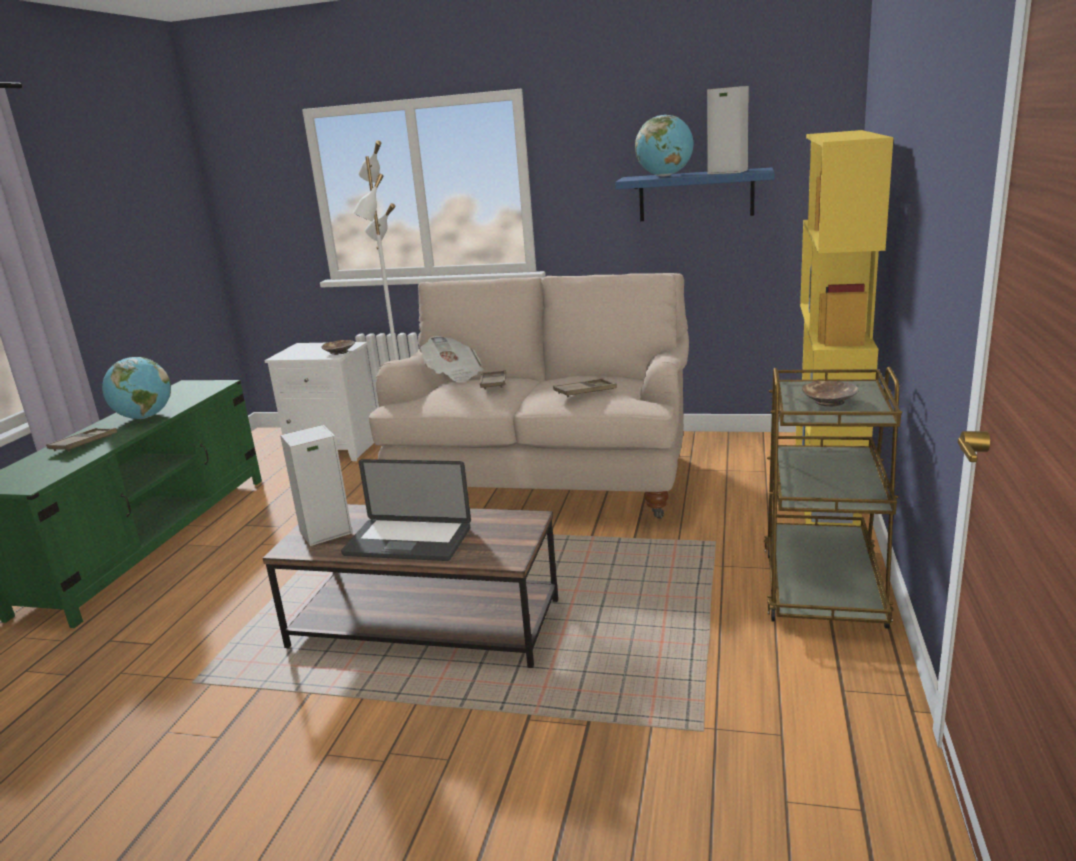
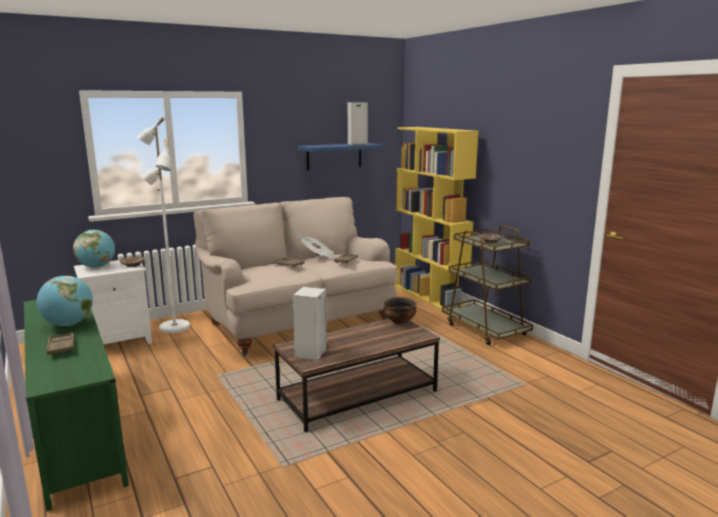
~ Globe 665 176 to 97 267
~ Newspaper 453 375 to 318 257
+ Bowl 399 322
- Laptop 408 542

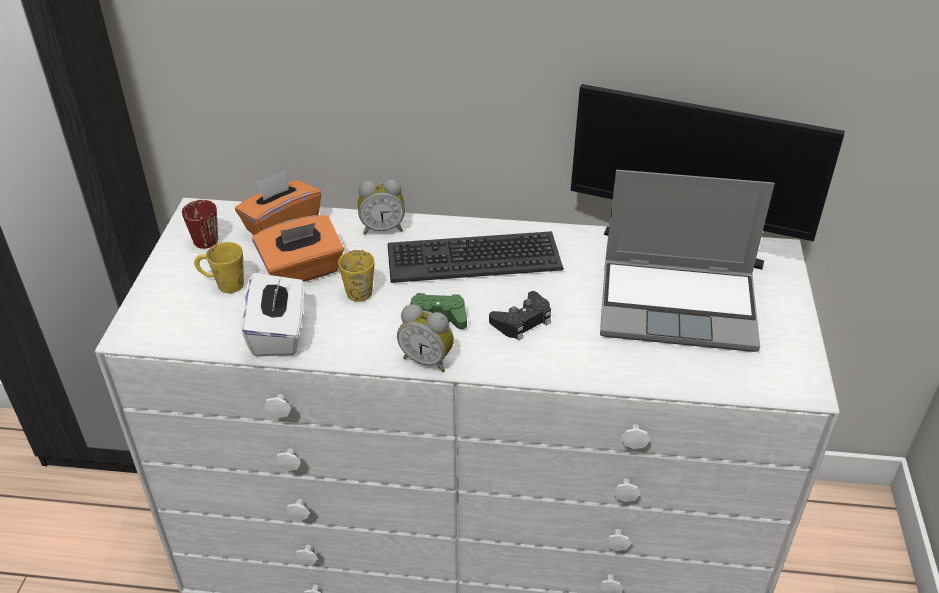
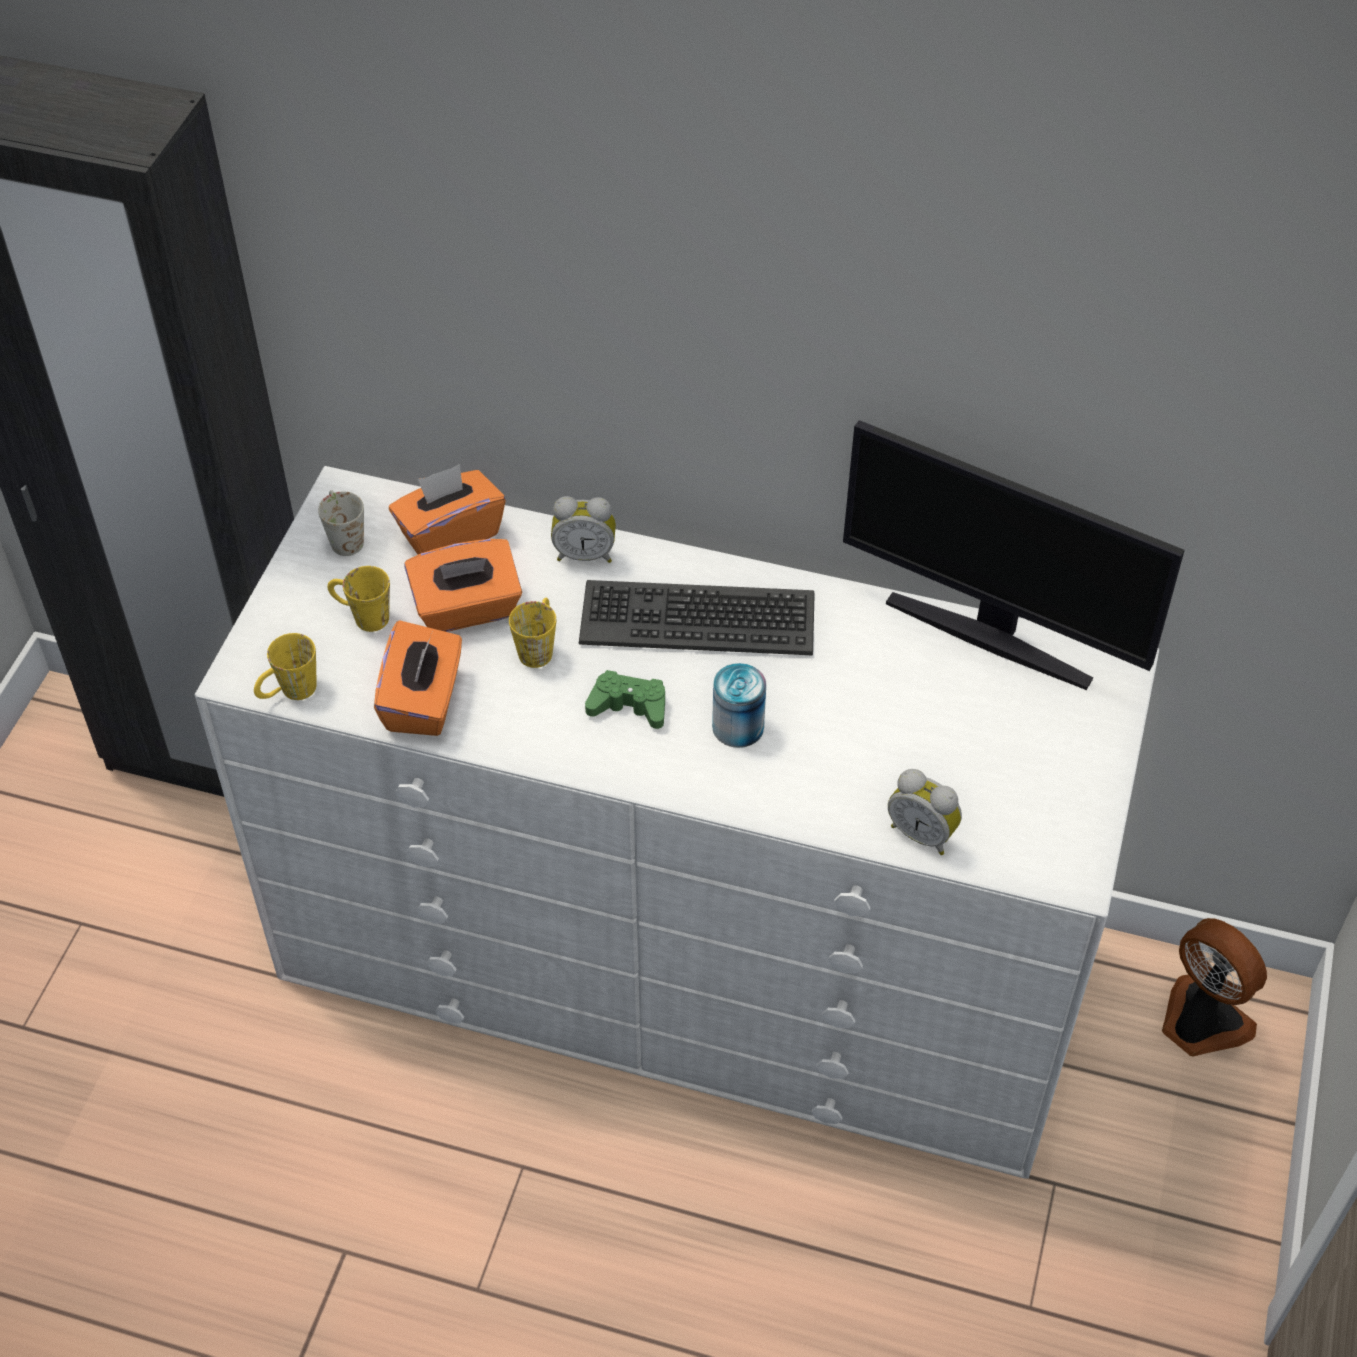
+ YellowMug 289 693
~ RedMug 202 237 to WhiteMug 343 537
~ WhiteTissueBox 279 333 to OrangeTissueBox 423 701
~ BlackGameController 522 321 to Can 738 727
~ AlarmClock 427 360 to 922 833
+ Fan 1200 1022
- Laptop 679 305

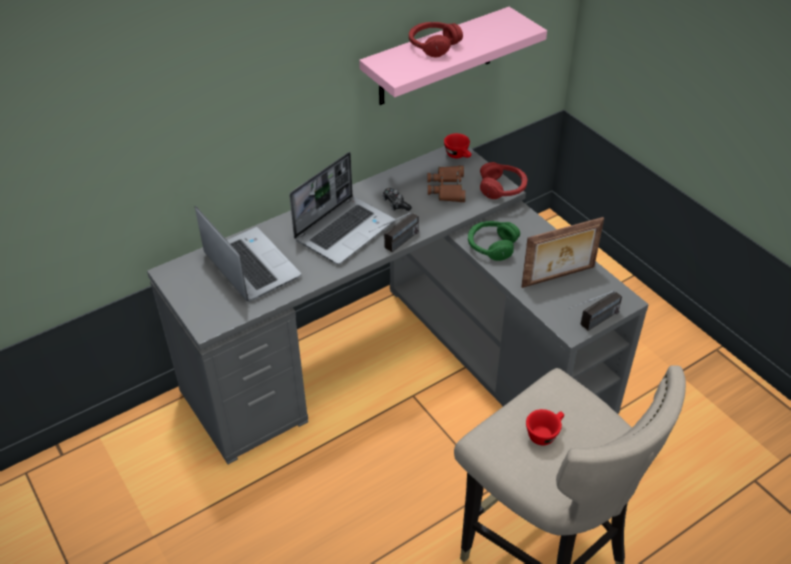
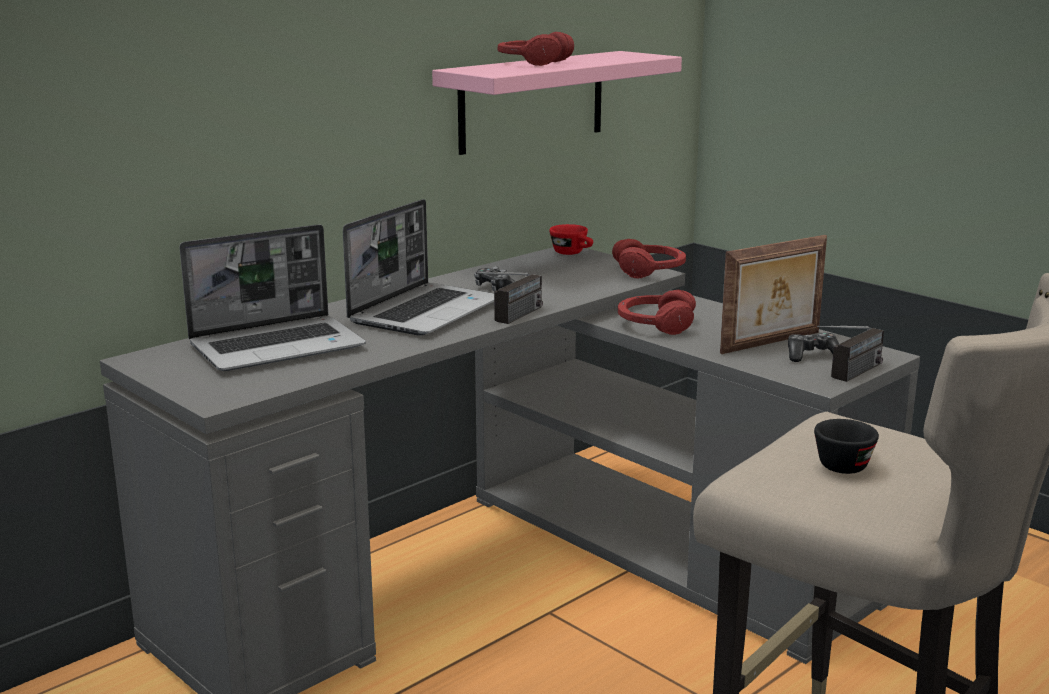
~ Laptop 250 266 = 278 346 105 degrees clockwise
~ GreenHeadphones 491 246 to RedHeadphones 655 325
+ GameController 812 356
~ RedCup 544 433 to BlackCup 846 463
- BrownBinoculars 448 188

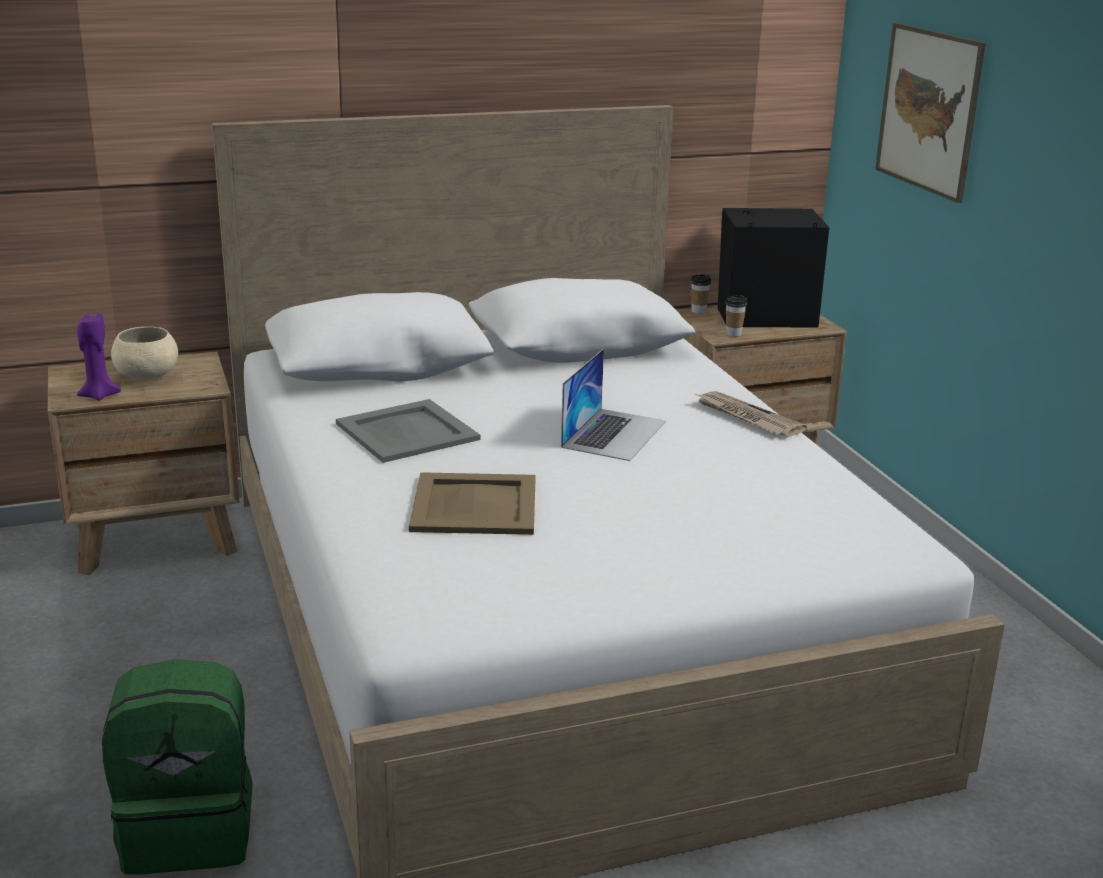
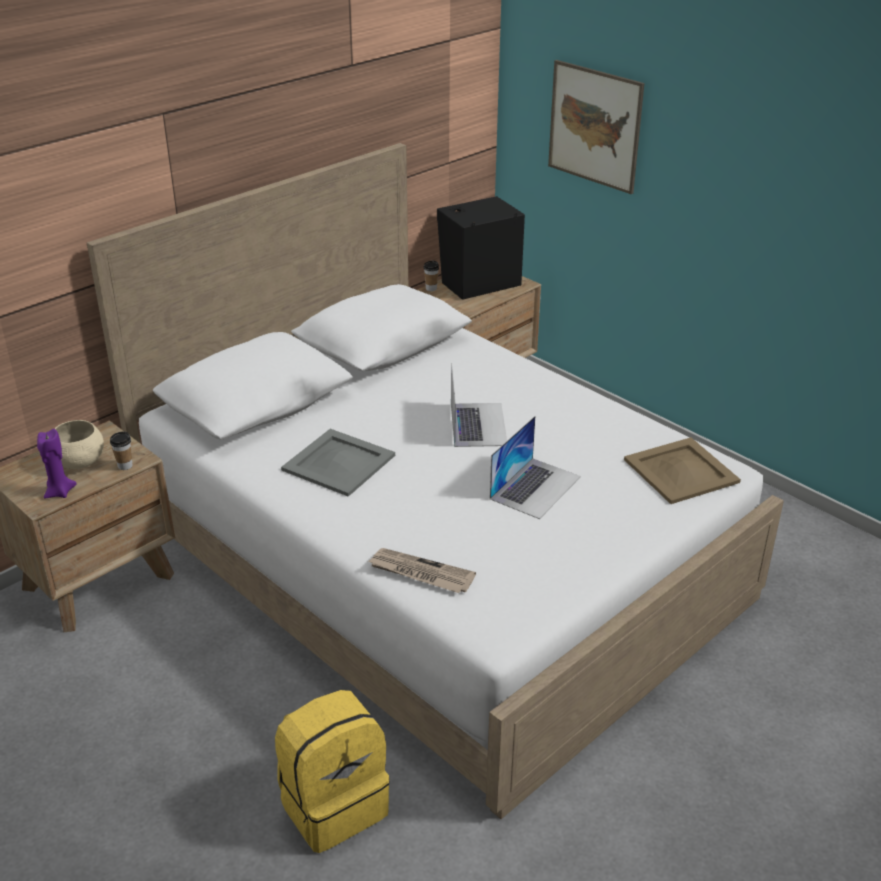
~ Cup 733 334 to 125 466
~ GreenBackpack 190 830 to YellowBackpack 333 804
~ Newspaper 747 417 to 420 573
+ Laptop 535 487
~ BeigeTray 476 504 to 681 470

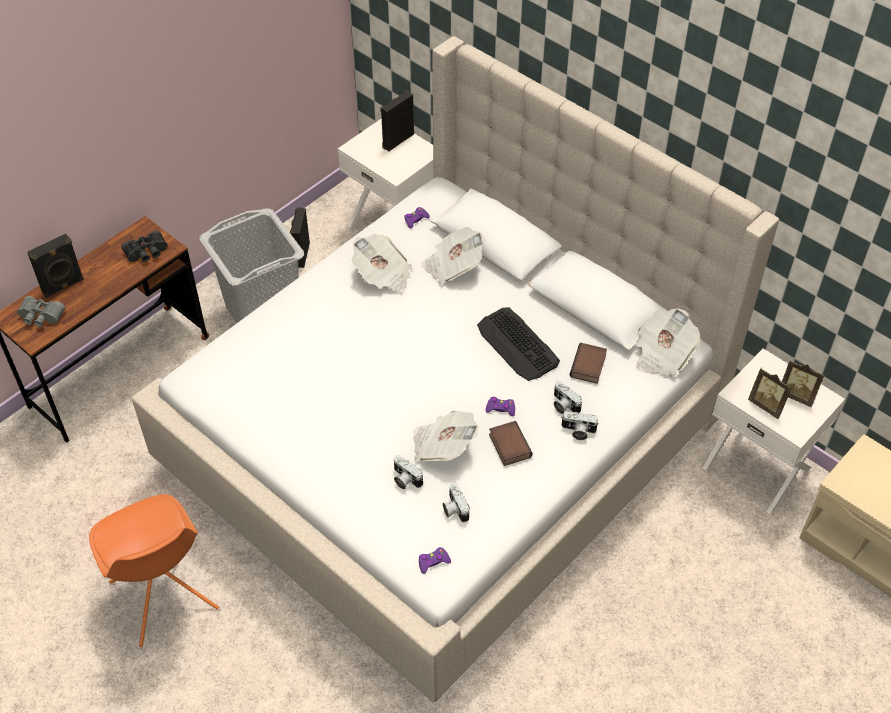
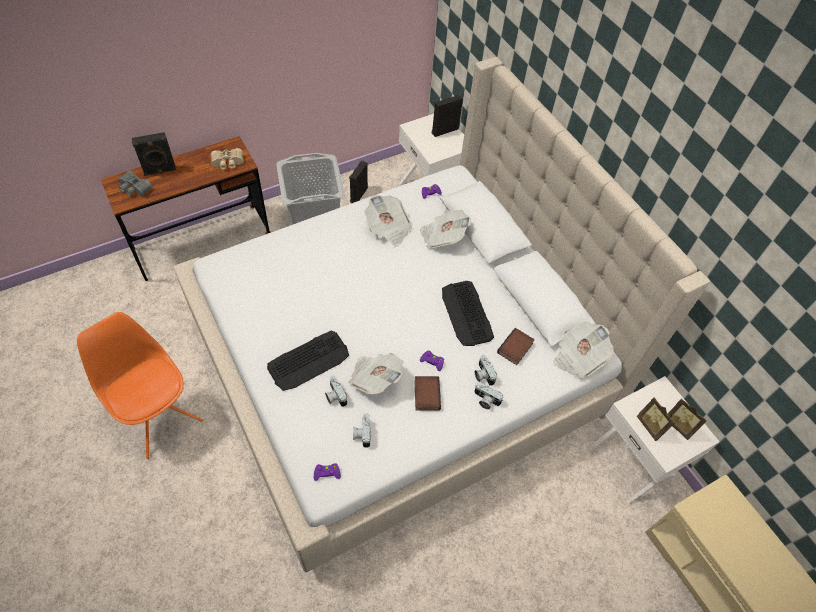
~ OrangeChair 164 597 = 159 416 150 degrees clockwise
~ BlackBinoculars 147 253 to BeigeBinoculars 228 163
+ Keyboard 309 360

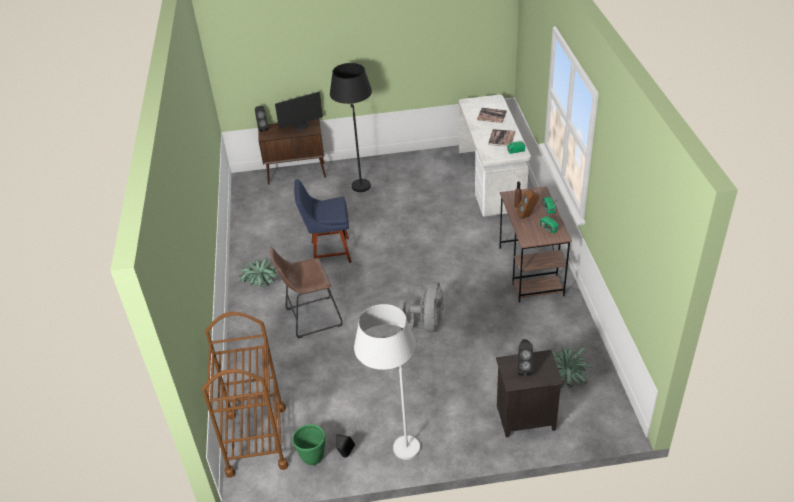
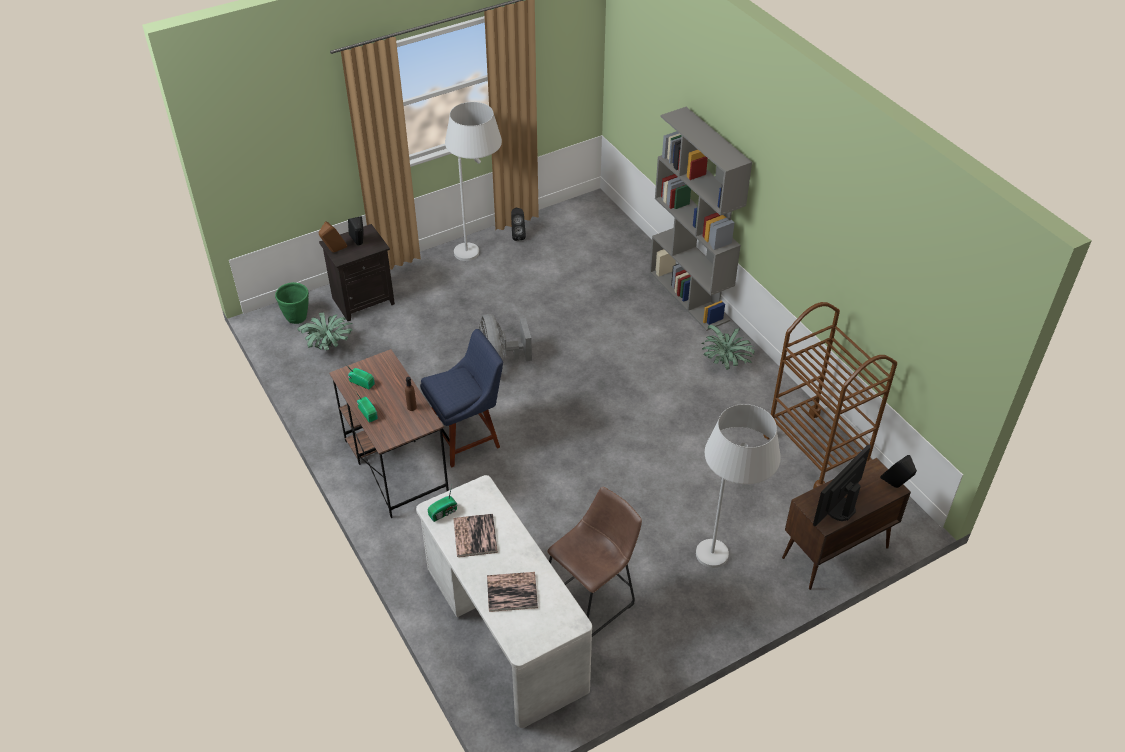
~ GreenPlanter 312 457 to 297 318
~ BrownSpeaker 527 216 to 334 251
~ BlueChair 328 252 to 467 437
~ BrownStool 310 318 to 592 600
+ GreyBookcase 689 296
~ BlackFloorLamp 359 180 to WhiteFloorLamp 723 567
~ BrownCart 256 440 to 816 450

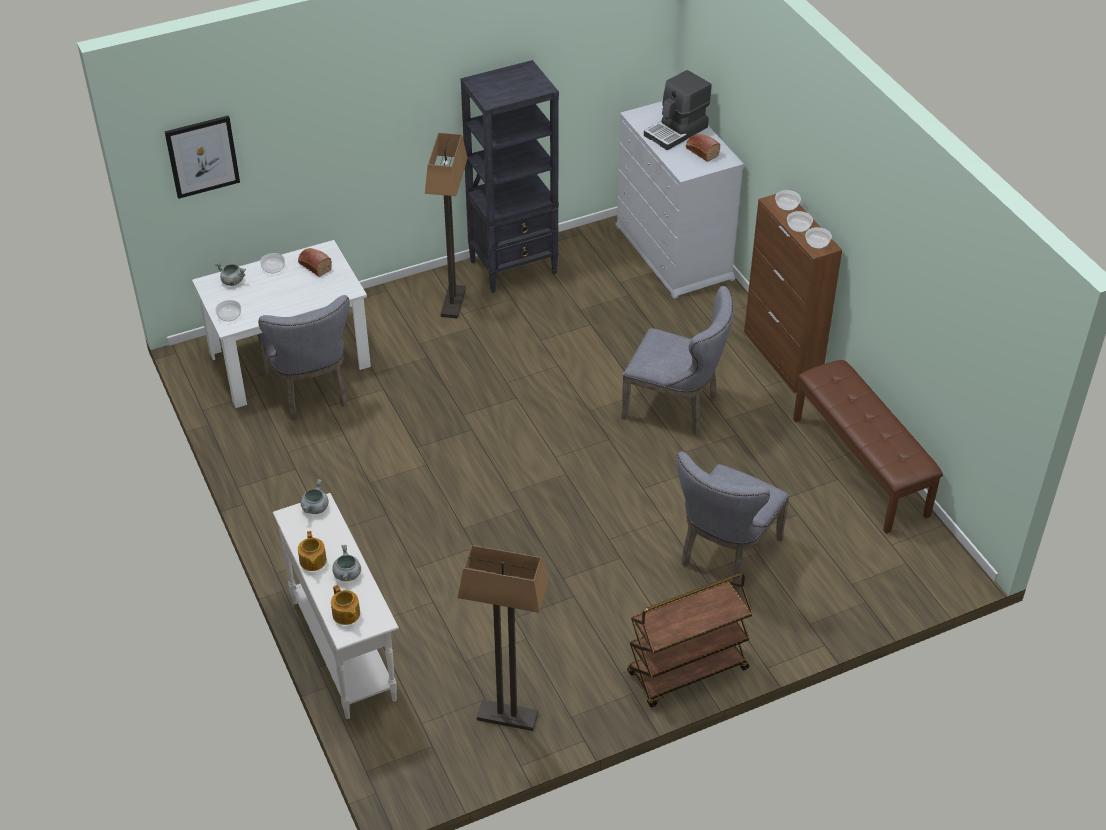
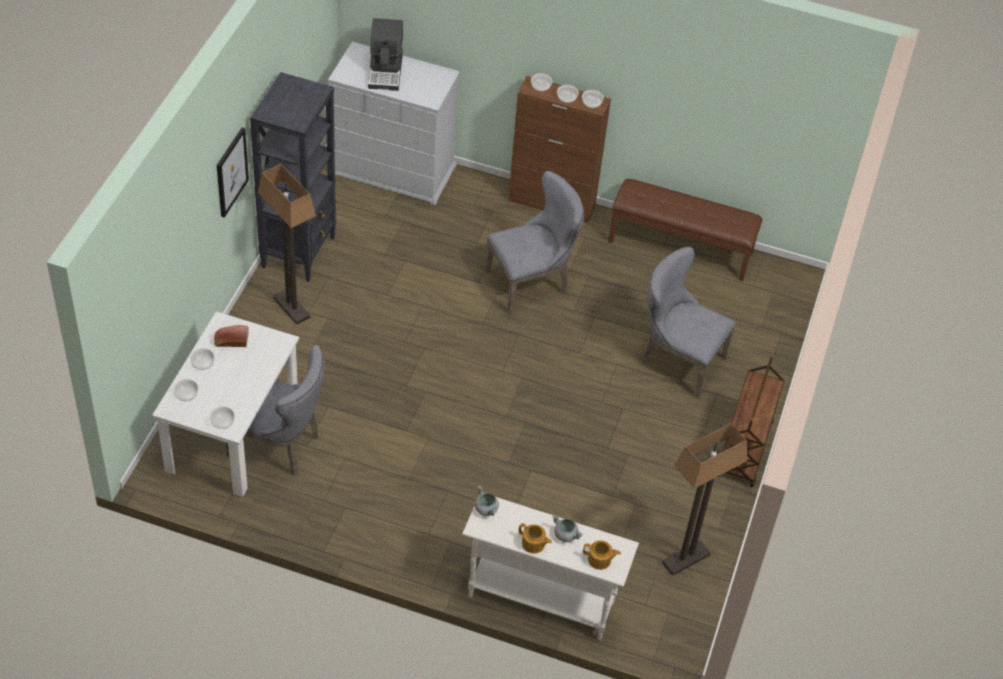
~ GreyCookingPot 232 281 to Bowl 186 395
~ Picture 202 156 to 231 172
~ GreyChair 725 555 = 677 360 135 degrees clockwise
- Bread 701 152

